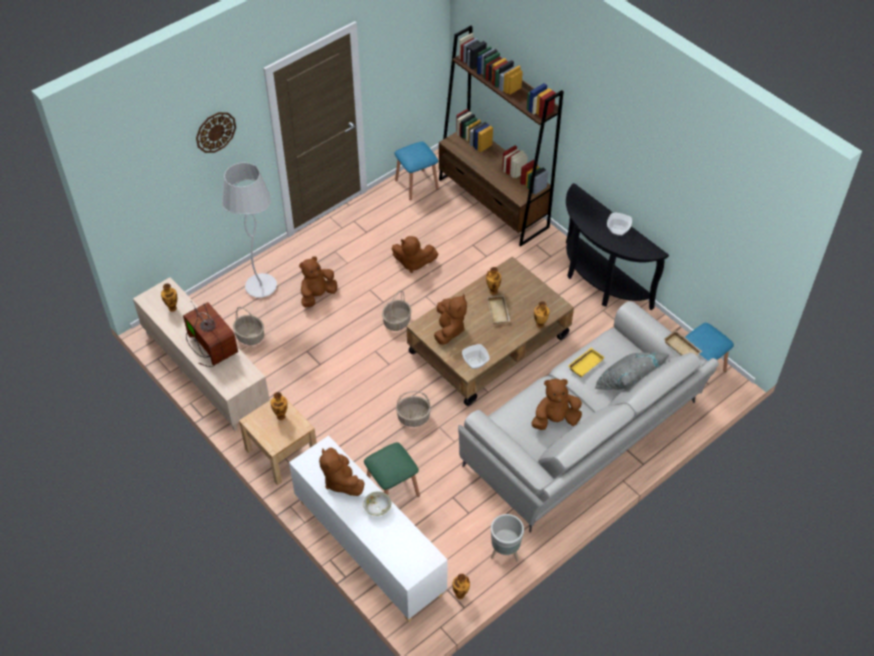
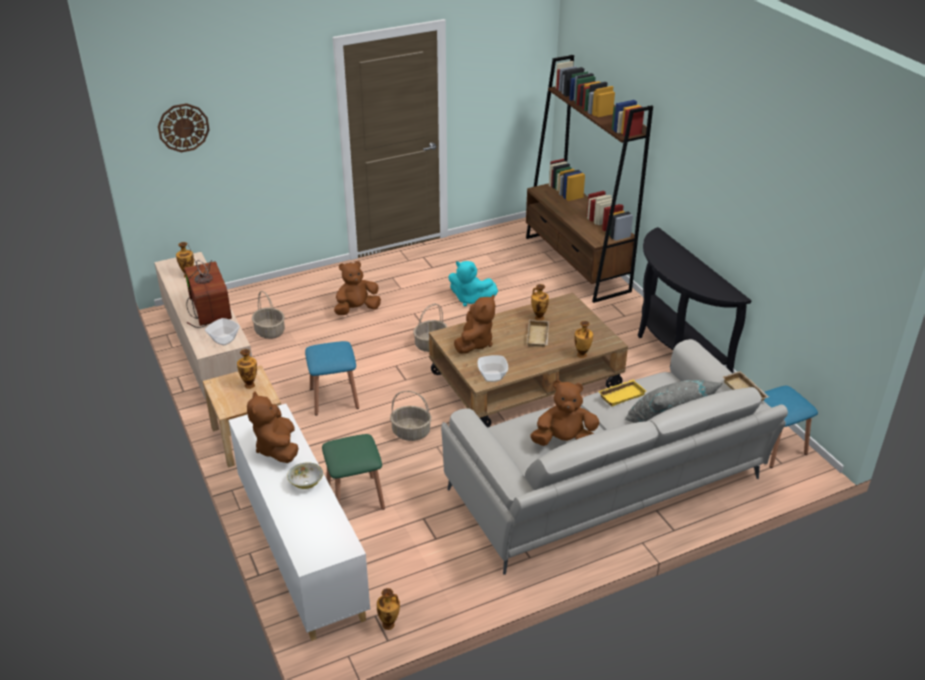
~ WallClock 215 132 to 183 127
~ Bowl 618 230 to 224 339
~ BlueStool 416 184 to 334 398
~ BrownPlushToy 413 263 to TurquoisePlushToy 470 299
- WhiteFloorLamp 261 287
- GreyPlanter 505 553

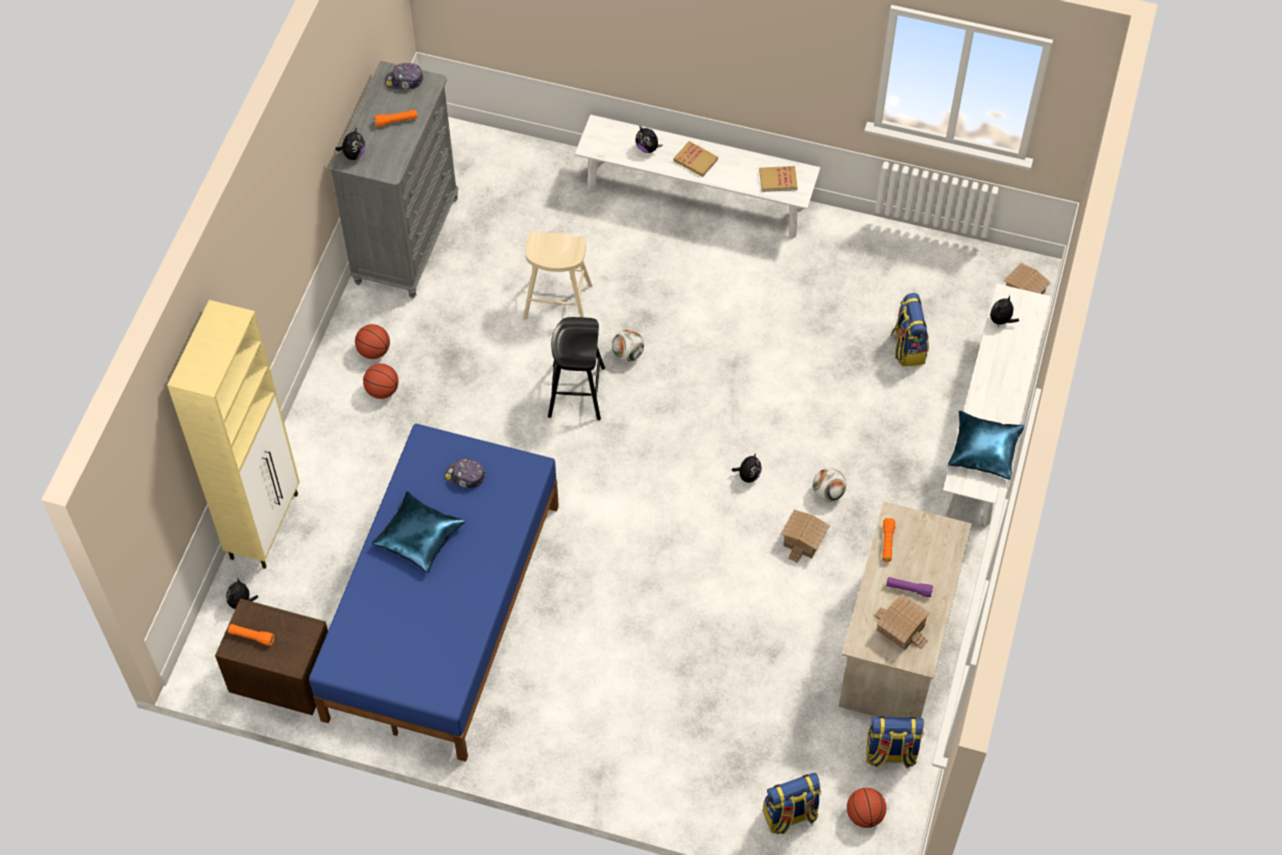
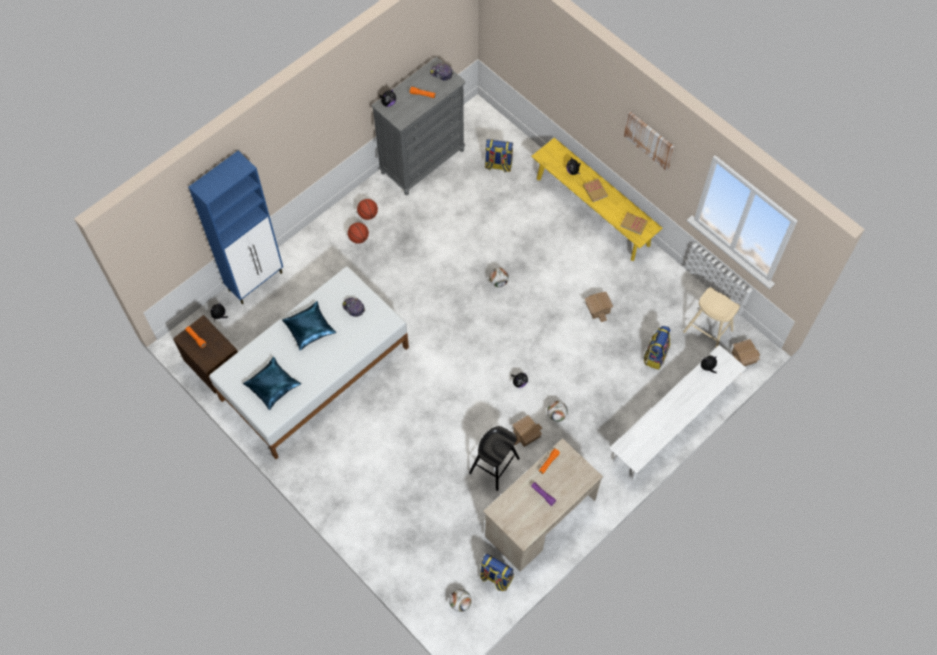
~ BeigeCabinet 265 525 to BlueCabinet 256 281
~ BlueBed 441 611 to WhiteBed 313 372
~ BluePillow 983 450 to 272 385
~ Basketball 864 815 to Football 460 603
~ BlackStool 576 392 to 494 466
~ Backpack 790 815 to 498 165
~ WhiteBench 696 198 to YellowBench 592 211
~ ToyHouse 901 627 to 598 308
+ Picture 649 140
~ BeigeStool 558 302 to 708 331

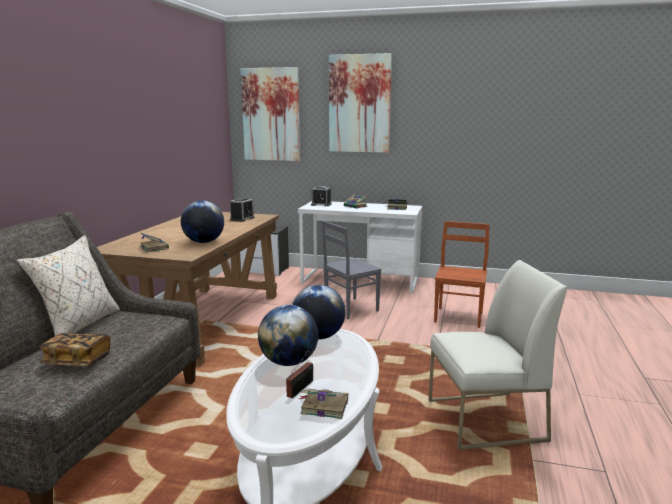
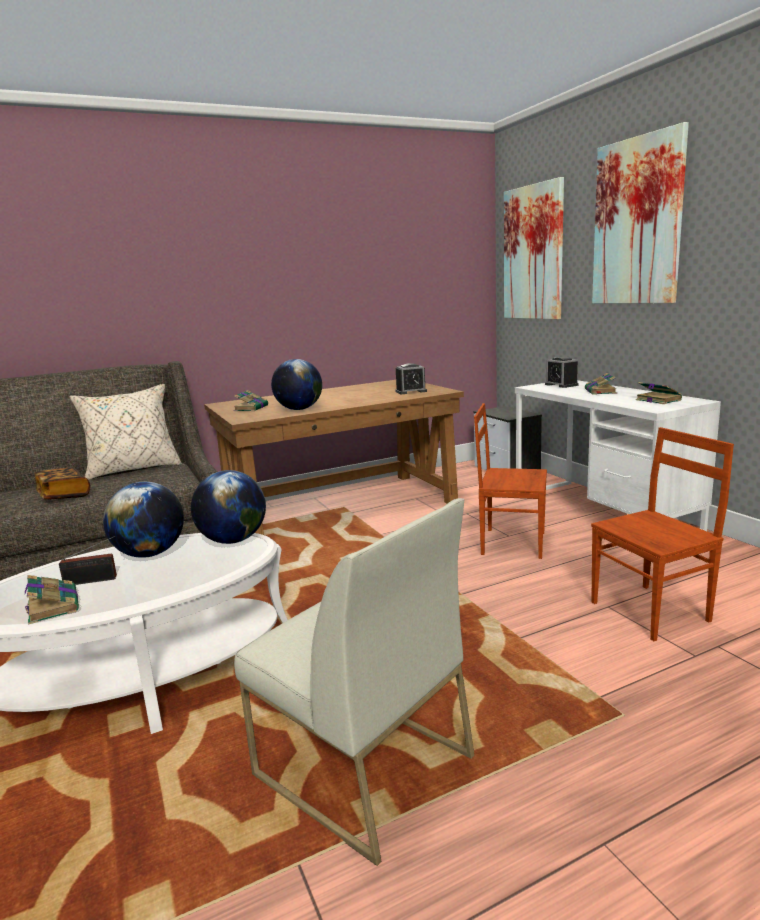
~ GreyChair 350 308 to BrownChair 512 542

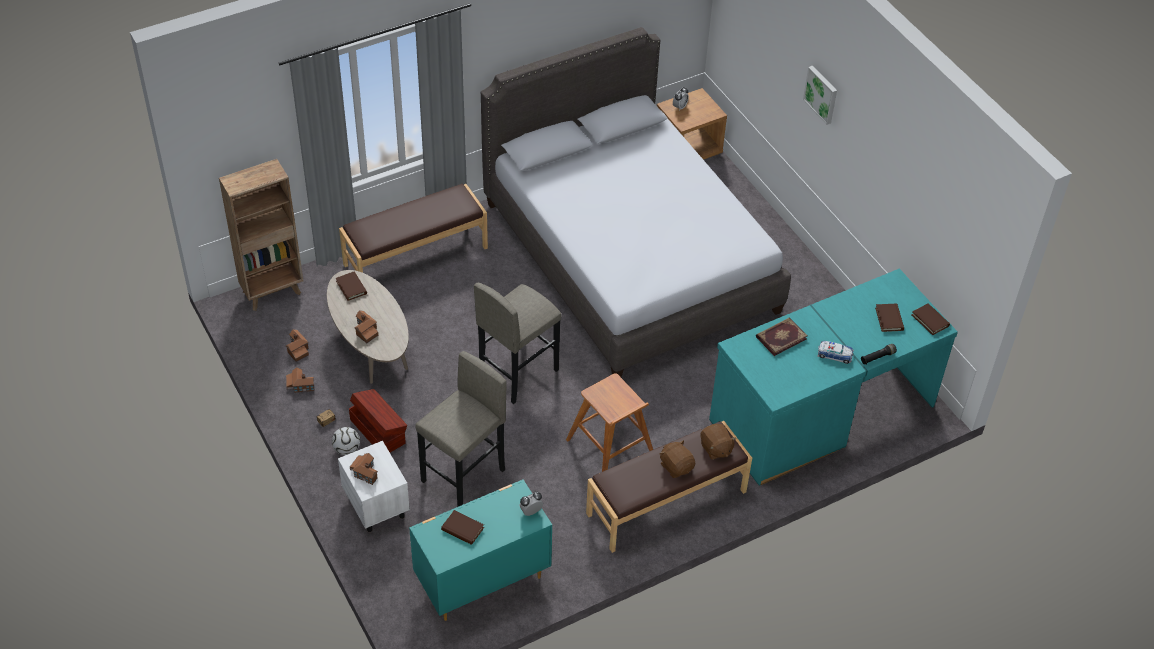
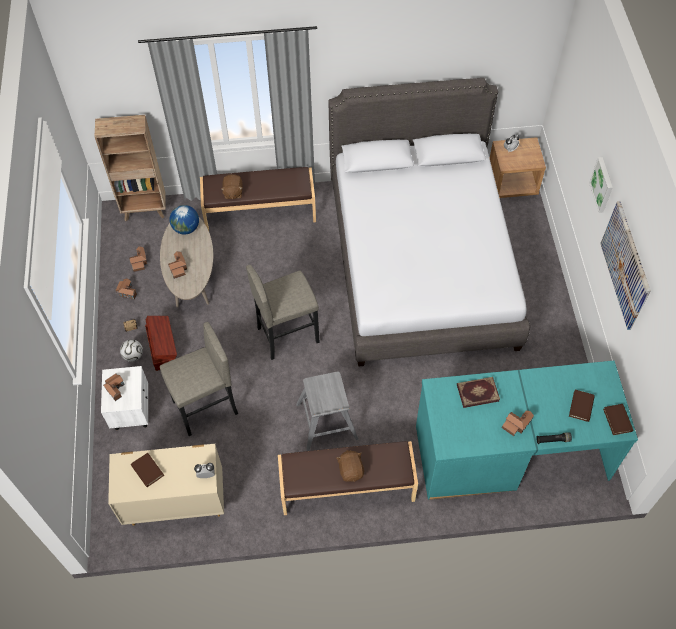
~ TurquoiseDresser 481 581 to BeigeDresser 175 502
~ BrownBook 351 287 to Globe 186 228
~ BrownPlushToy 715 449 to 233 192
~ BrownStool 610 447 to GreyStool 327 422
~ ToyCar 835 354 to ToyHouse 516 424
+ Picture 625 265

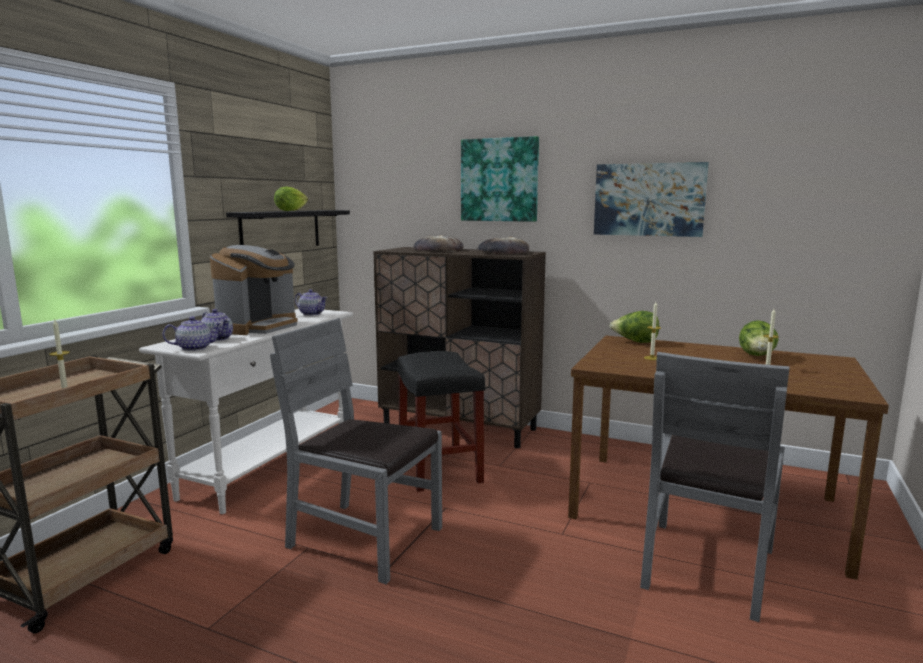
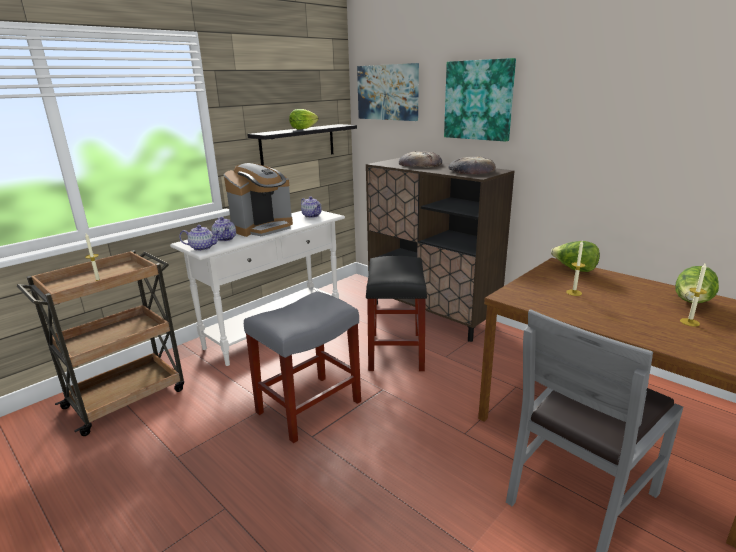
~ GreyChair 365 539 to GreyStool 310 406
~ Picture 649 199 to 388 92

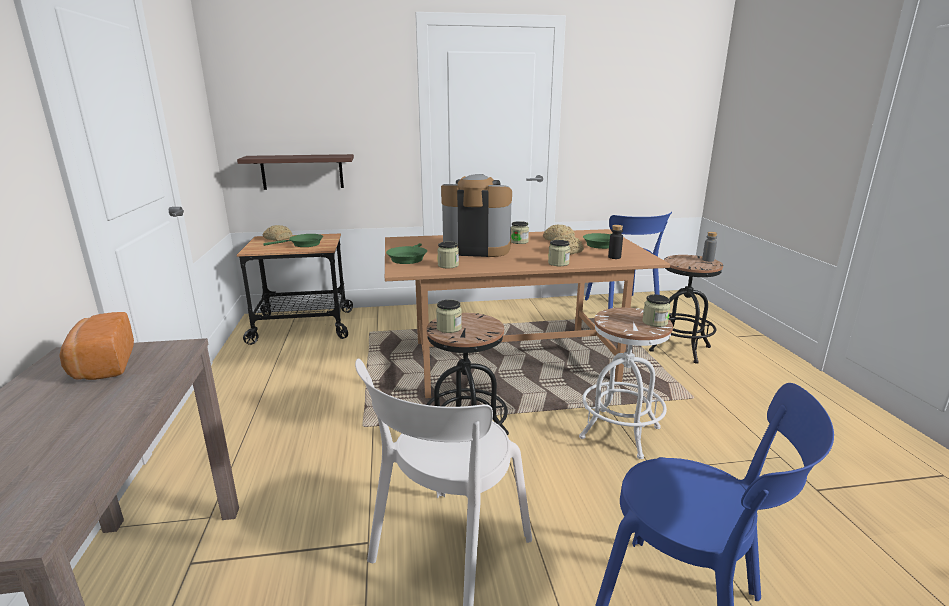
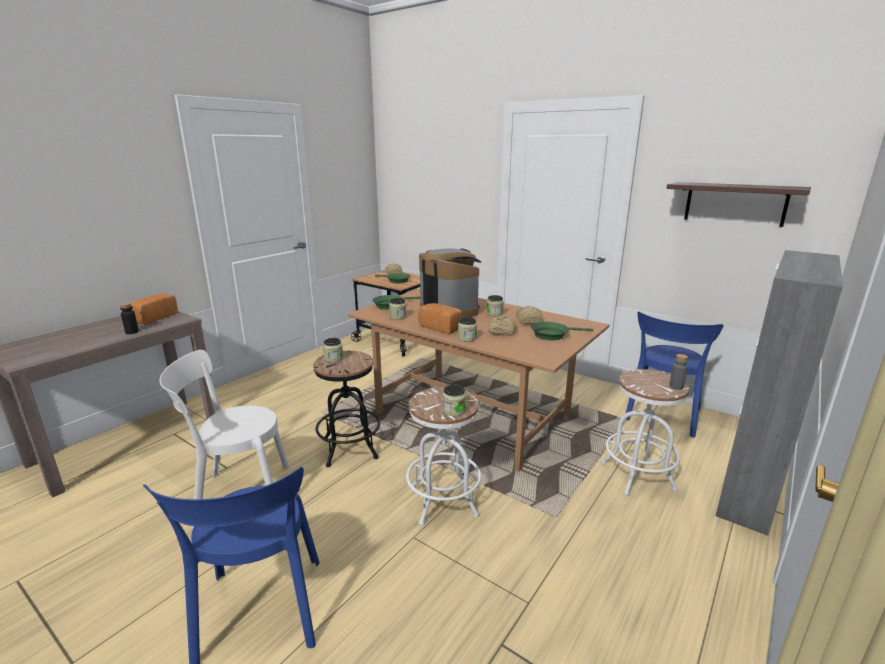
~ BlackBottle 614 257 to 132 332
+ Bread 441 327
~ BlackStool 679 349 to WhiteStool 637 476
~ Shelf 302 172 to 735 203
+ GreyCabinet 749 487

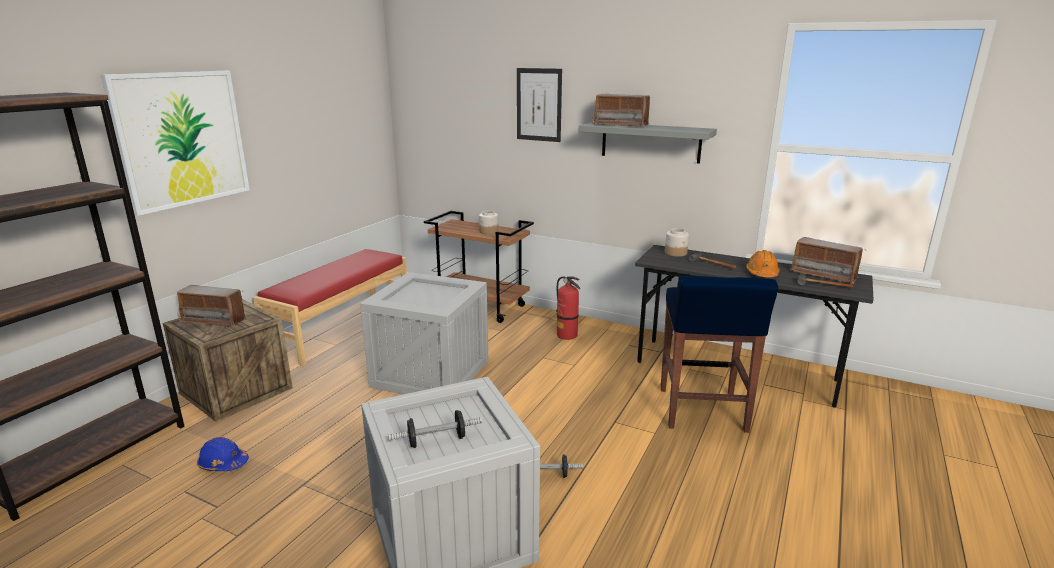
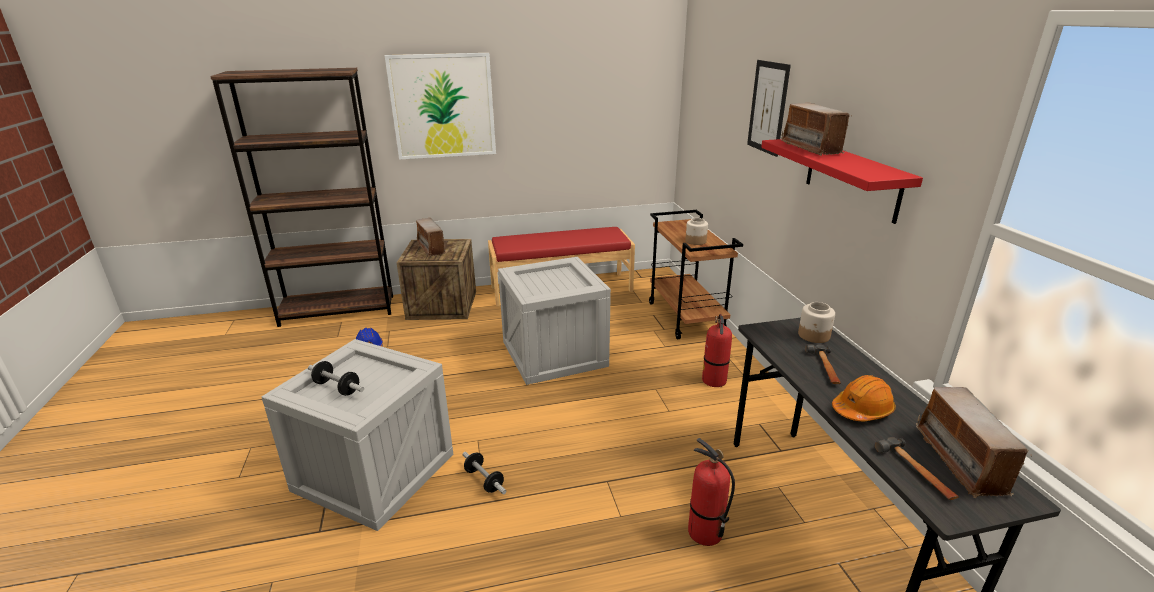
~ BlueStool 702 411 to FireExtinguisher 704 533
~ GreyShelf 650 142 to RedShelf 851 178

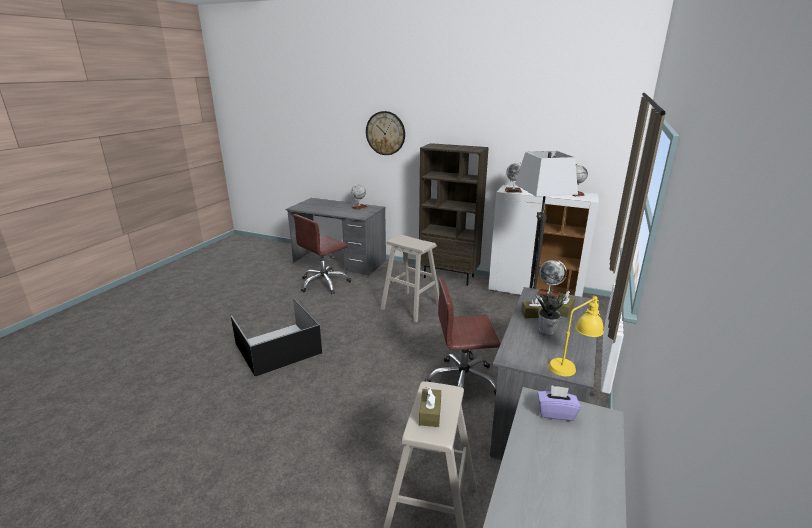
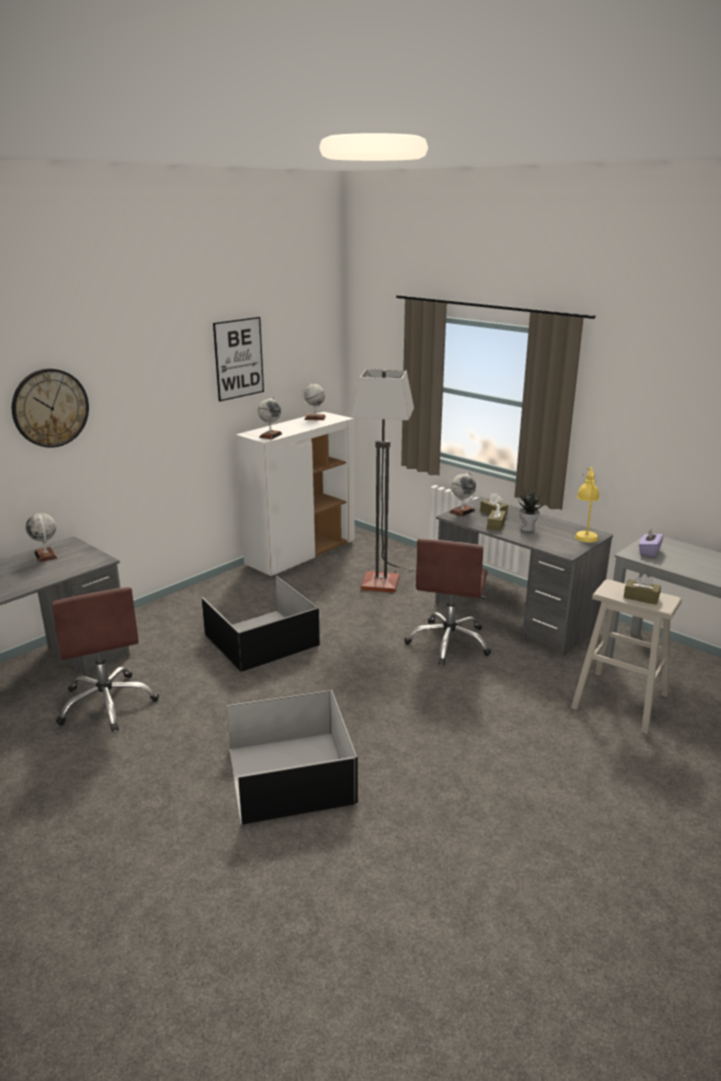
~ BeigeStool 411 306 to BlackStorageBox 262 639
+ Picture 239 358
- BrownBookcase 449 277

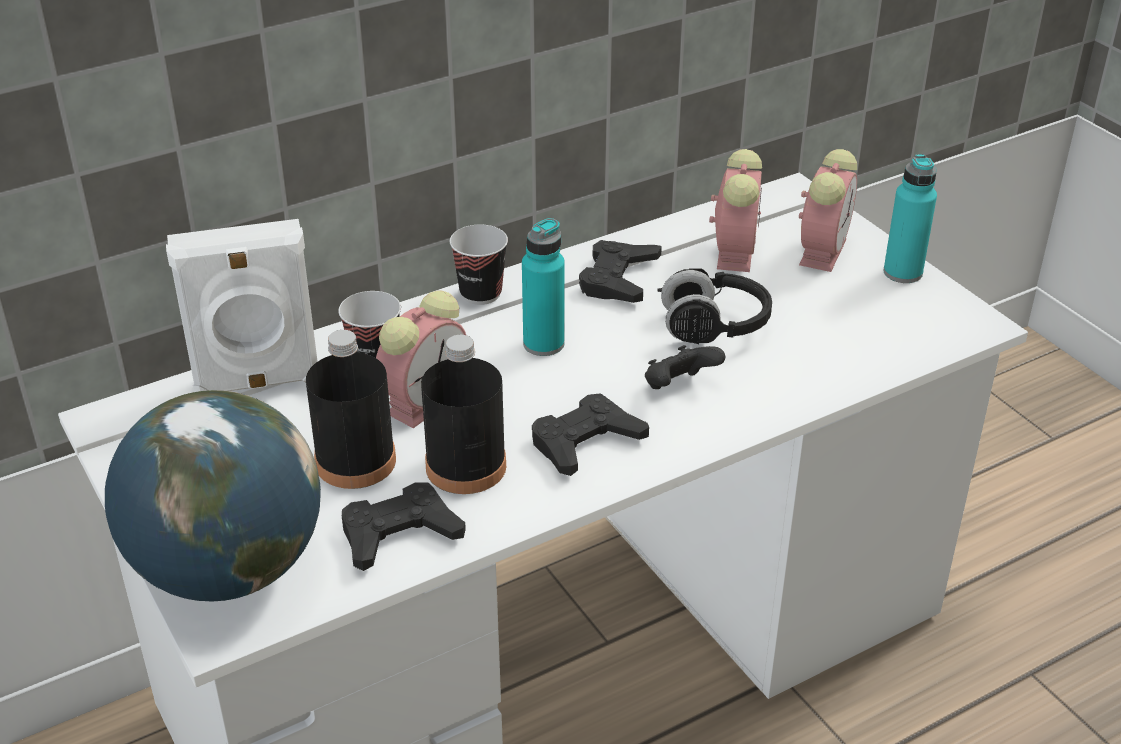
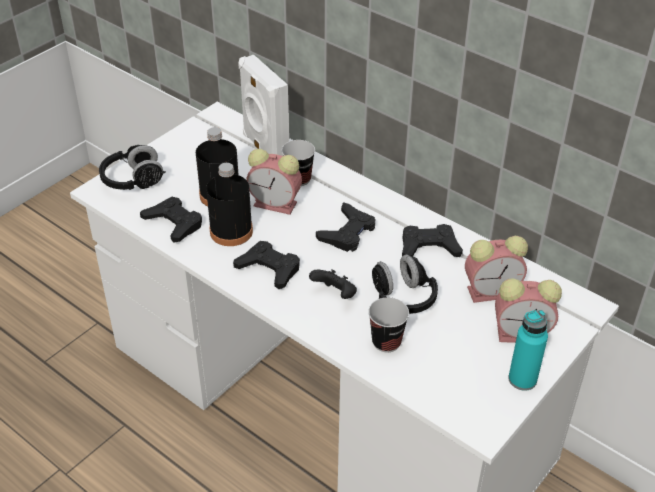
~ Globe 228 570 to BlackHeadphones 133 181
~ TurquoiseBottle 543 344 to BlackGameController 347 233
~ Cup 480 293 to 386 342

